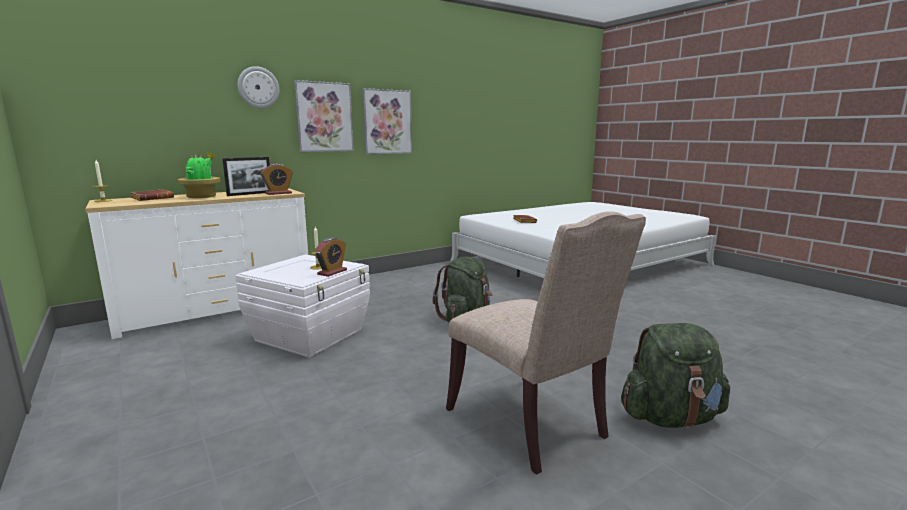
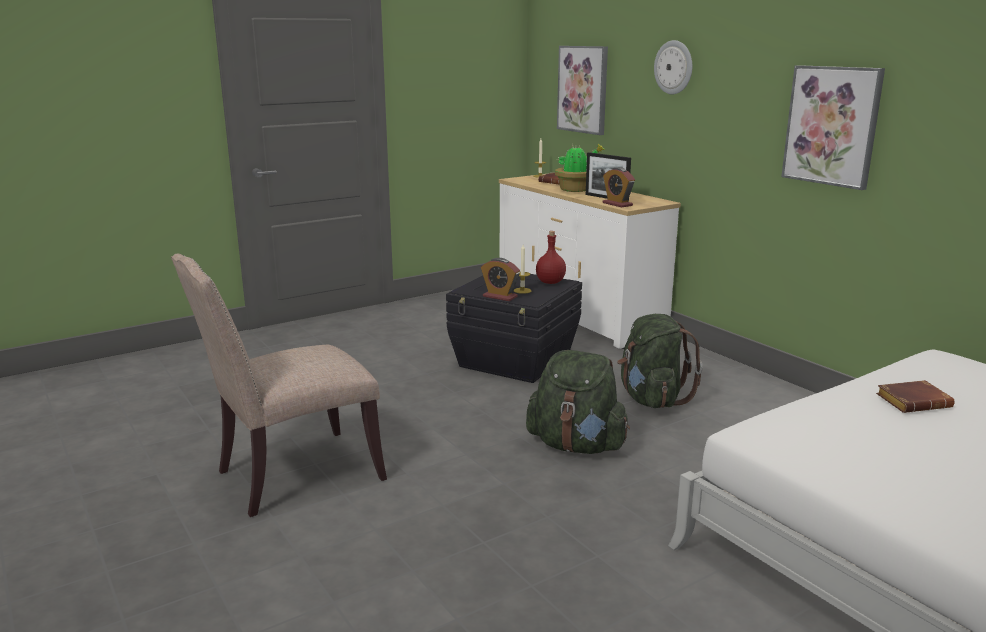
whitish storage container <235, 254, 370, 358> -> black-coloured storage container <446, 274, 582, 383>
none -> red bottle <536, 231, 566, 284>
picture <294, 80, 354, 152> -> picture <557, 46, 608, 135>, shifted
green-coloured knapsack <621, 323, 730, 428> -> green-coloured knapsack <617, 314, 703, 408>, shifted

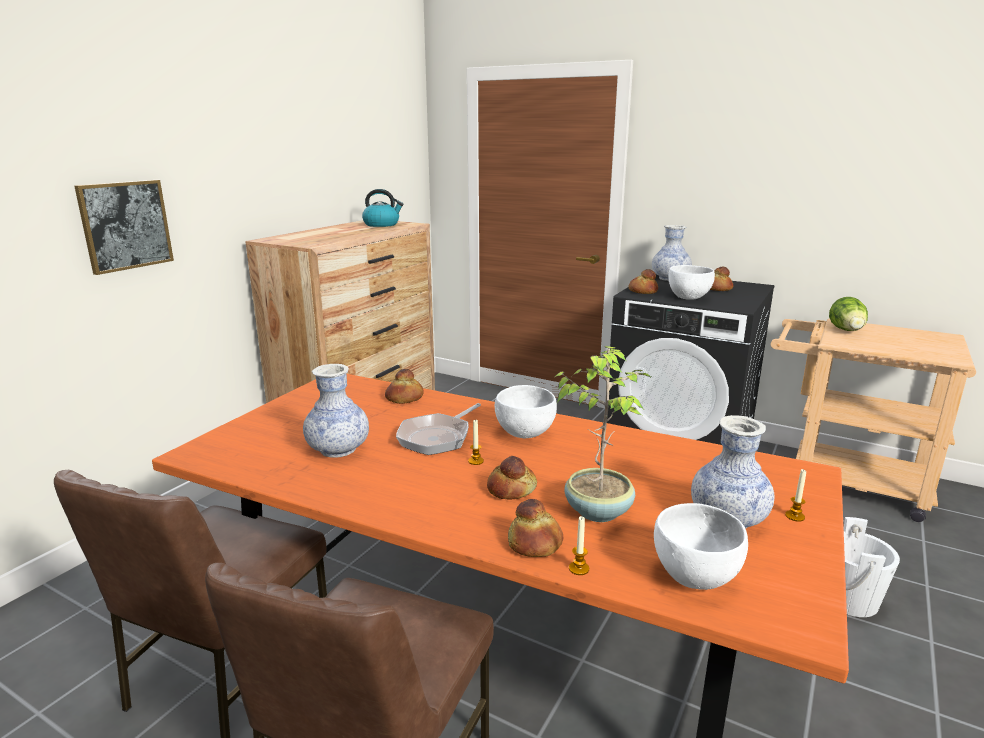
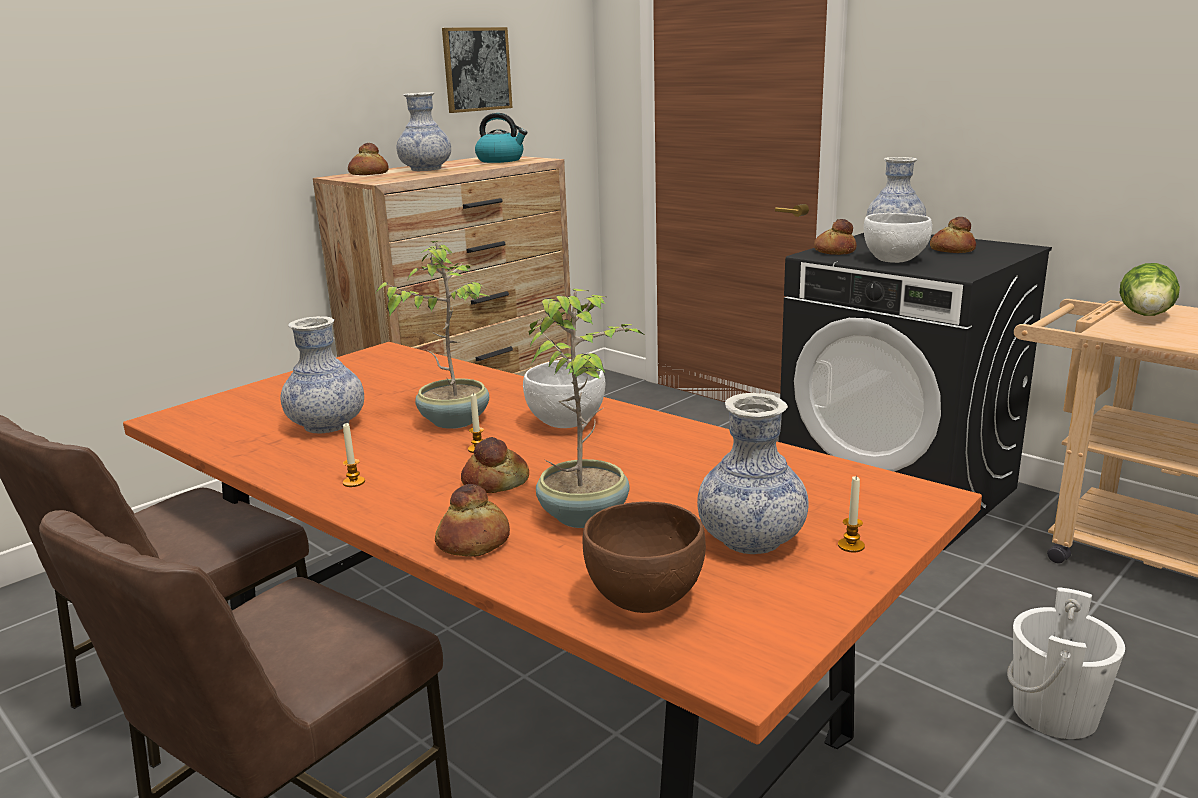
wax light <569, 516, 589, 575> -> wax light <343, 423, 365, 487>, shifted
bakery bread <385, 369, 424, 404> -> bakery bread <348, 143, 389, 175>, shifted
skillet <396, 403, 481, 455> -> houseplant <376, 241, 491, 429>
none -> decorative vase <397, 92, 451, 171>
picture <74, 180, 174, 275> -> picture <442, 27, 513, 113>, shifted
whitish bowl <654, 503, 748, 590> -> brown-coloured bowl <582, 502, 706, 613>

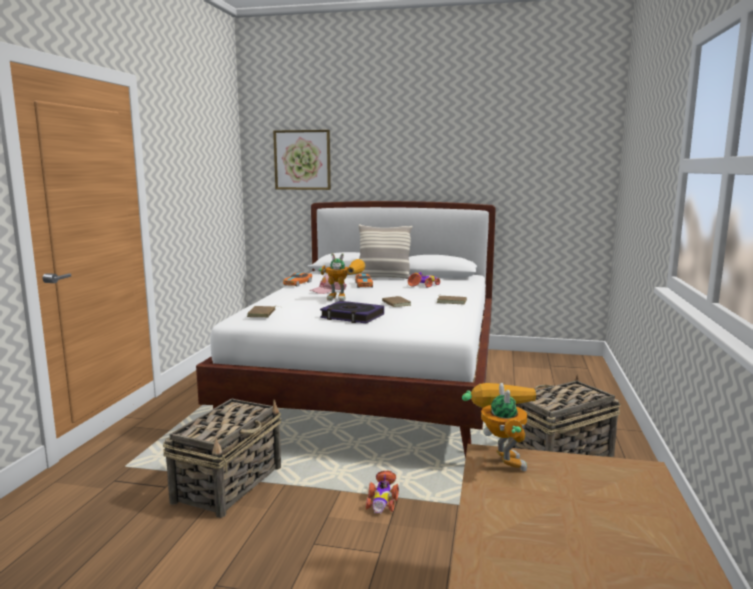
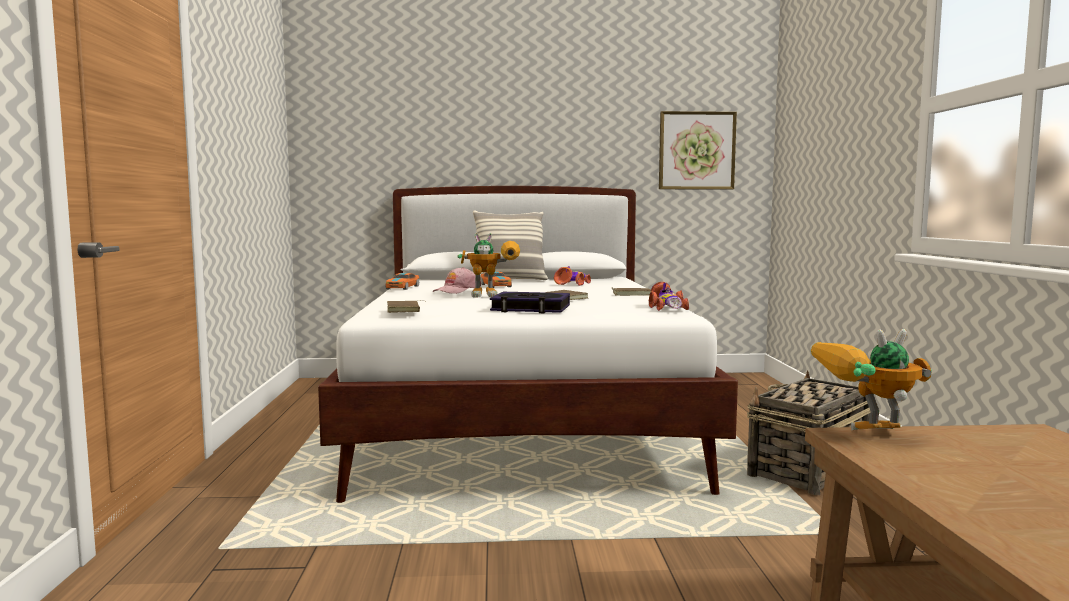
model car <366, 471, 399, 514> -> model car <649, 282, 689, 311>, shifted
picture <273, 130, 331, 190> -> picture <659, 111, 737, 189>, shifted
toy robot <462, 383, 536, 471> -> toy robot <811, 329, 932, 430>, 75 degrees counterclockwise
storage basket <163, 398, 281, 518> -> none

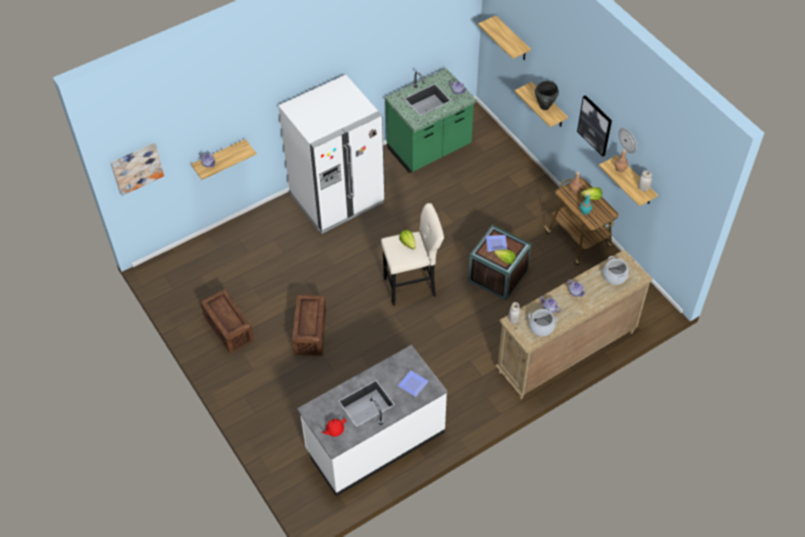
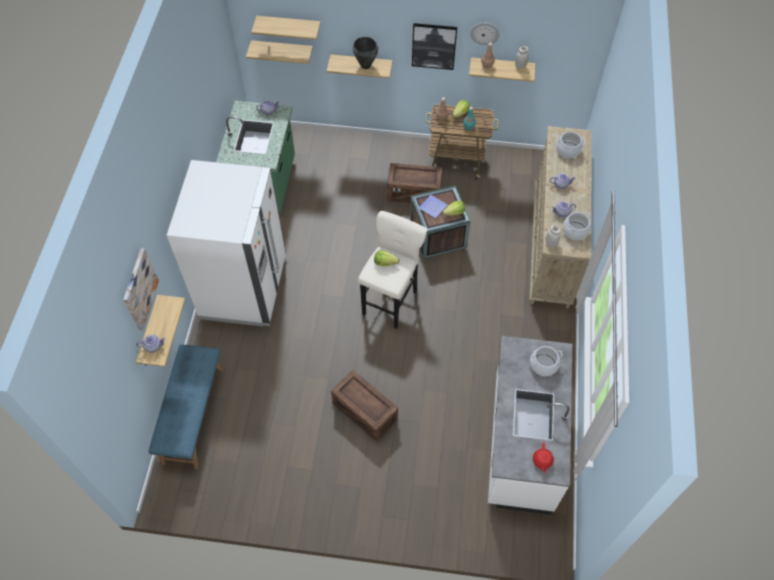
picture <111, 143, 164, 196> -> picture <123, 248, 159, 330>, shifted
none -> blue long seat <148, 344, 224, 469>
none -> shelf <246, 40, 313, 64>
crate <201, 289, 254, 354> -> crate <387, 163, 442, 203>, shifted
dinner plate <398, 370, 429, 397> -> saucepot <530, 346, 563, 376>

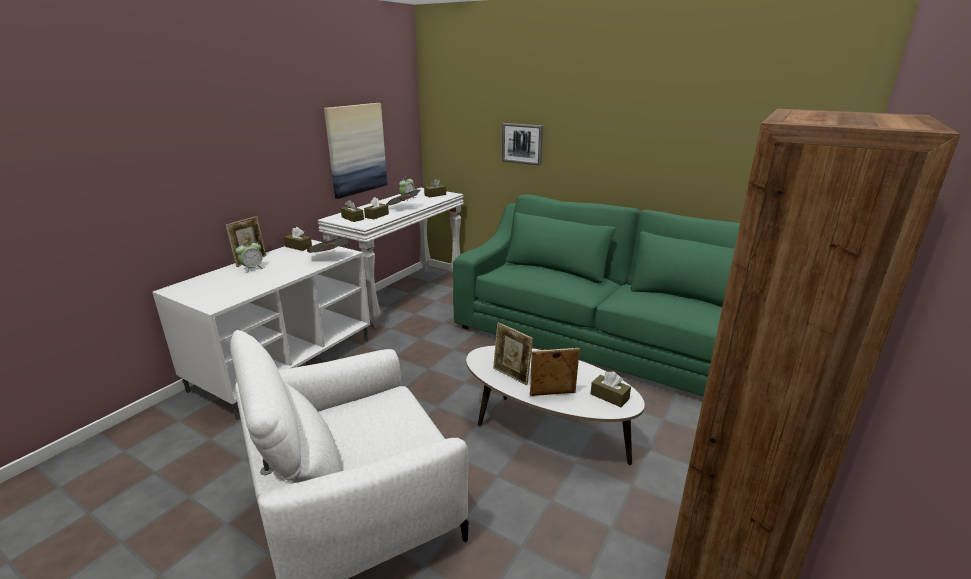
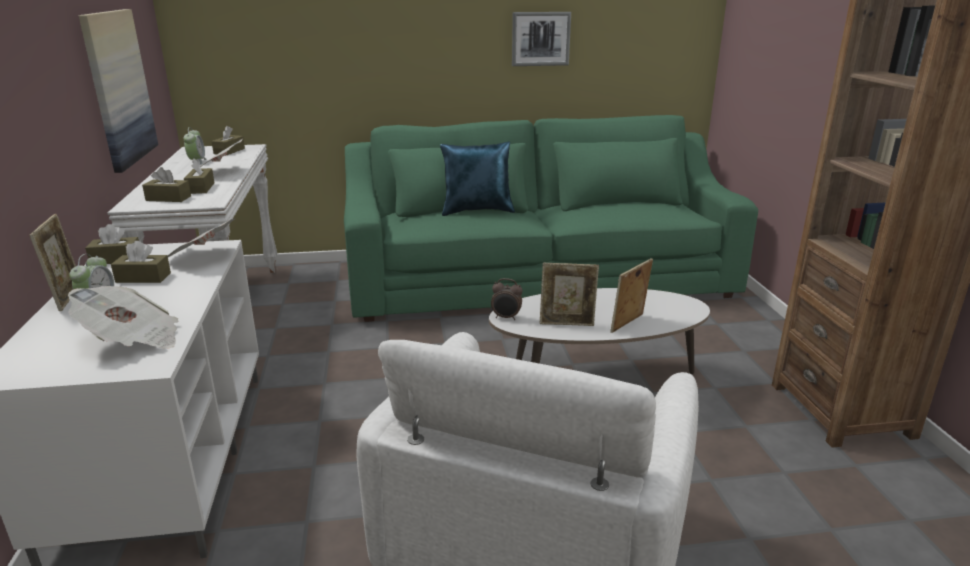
none -> daily paper <68, 286, 179, 349>
brown-coloured tissue holder <591, 371, 631, 407> -> brown-coloured tissue holder <111, 241, 171, 283>, shifted
none -> blue pillow <440, 141, 515, 216>
none -> table clock <491, 278, 523, 320>
picture <502, 123, 543, 166> -> picture <512, 12, 571, 66>, shifted

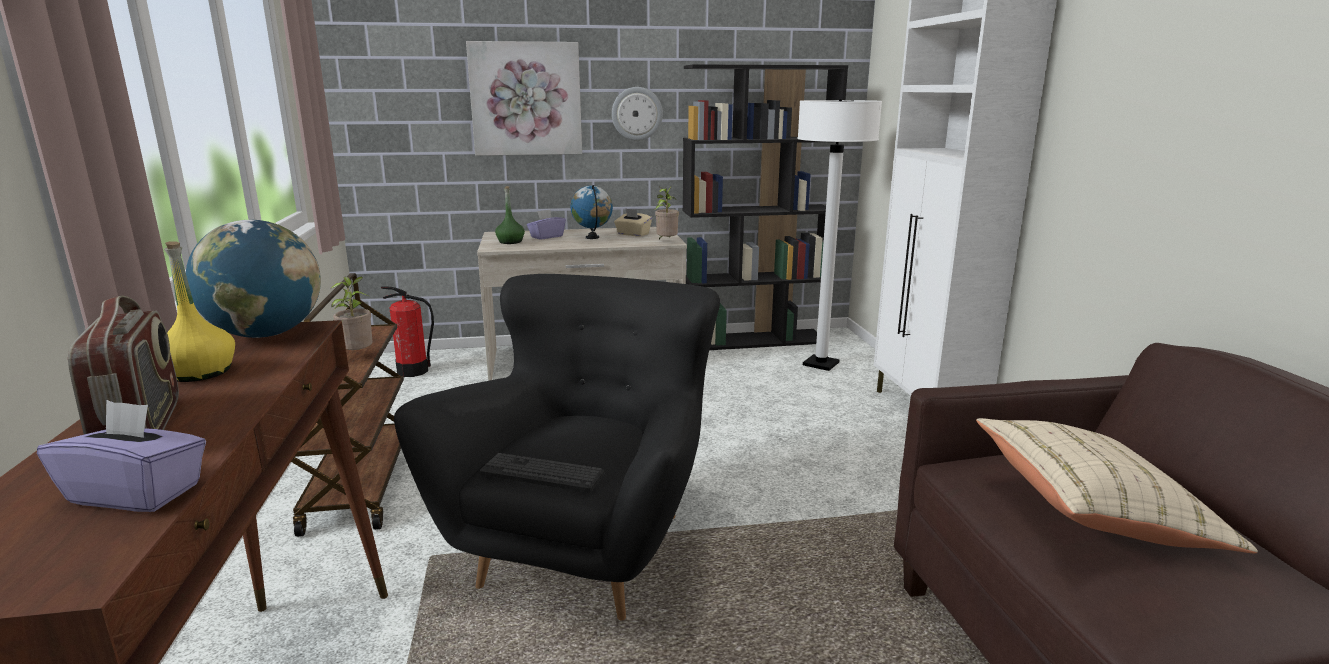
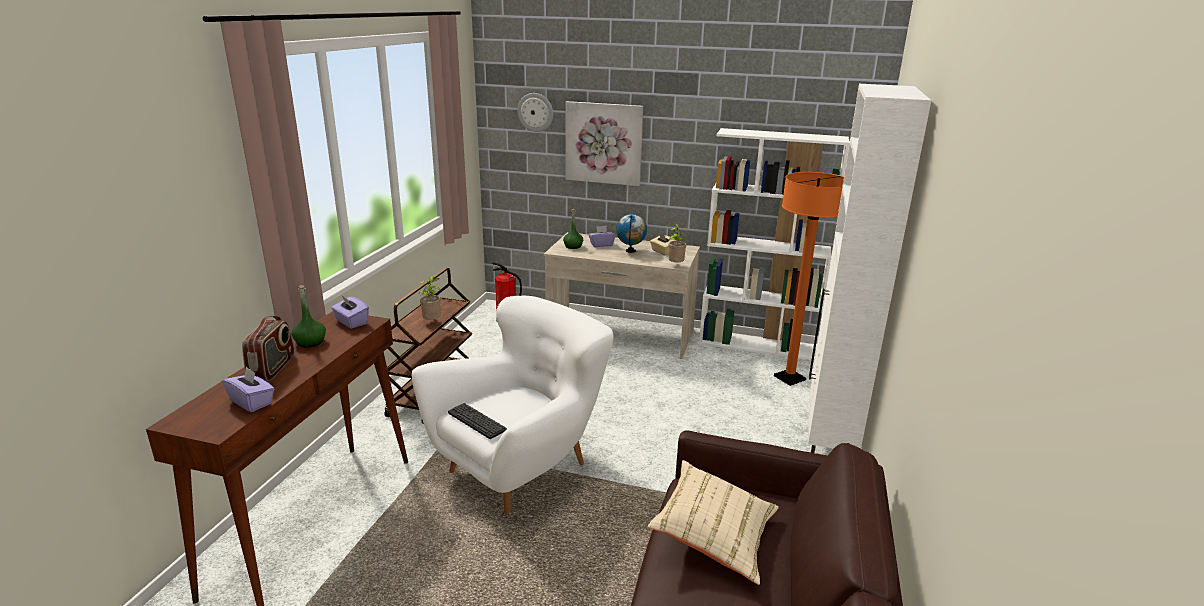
yellow-coloured bottle <164, 241, 235, 382> -> green-coloured bottle <292, 285, 326, 348>
world globe <186, 220, 321, 338> -> purple-coloured tissue holder <331, 296, 369, 329>
black-coloured easy chair <394, 274, 720, 621> -> whitish easy chair <412, 296, 614, 514>
hanging clock <612, 87, 663, 141> -> hanging clock <517, 93, 553, 132>, shifted
black-coloured bookcase <683, 64, 848, 350> -> whitish bookcase <699, 128, 850, 361>
whitish standing lamp <797, 99, 882, 371> -> orange-coloured standing lamp <774, 172, 844, 386>

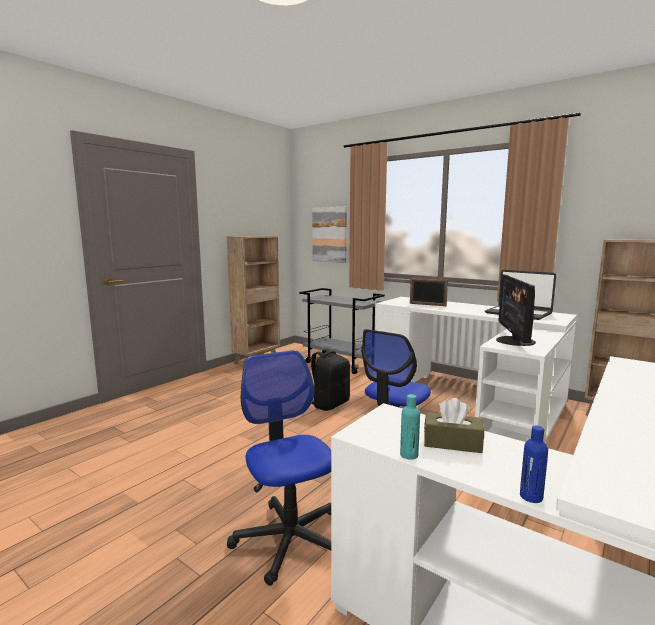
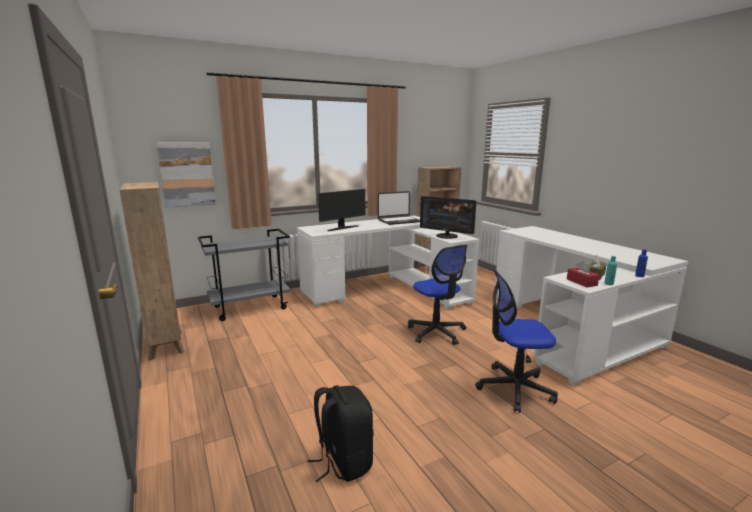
black-coloured knapsack <311, 349, 350, 411> -> black-coloured knapsack <308, 385, 373, 482>, shifted
standing frame <410, 278, 448, 306> -> computer display <318, 189, 365, 231>
none -> red tissue holder <567, 261, 599, 287>

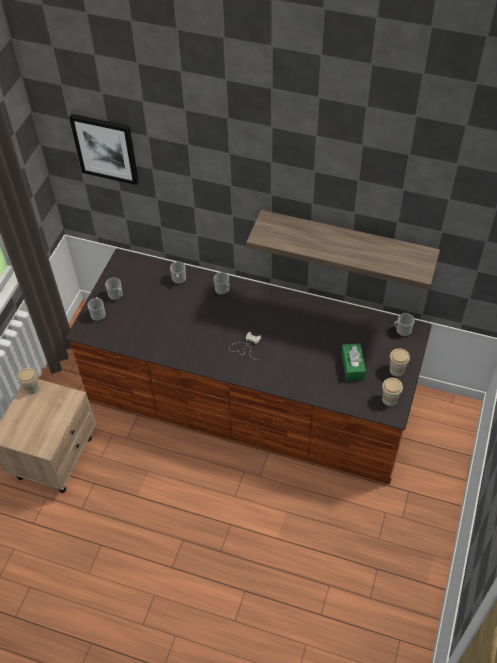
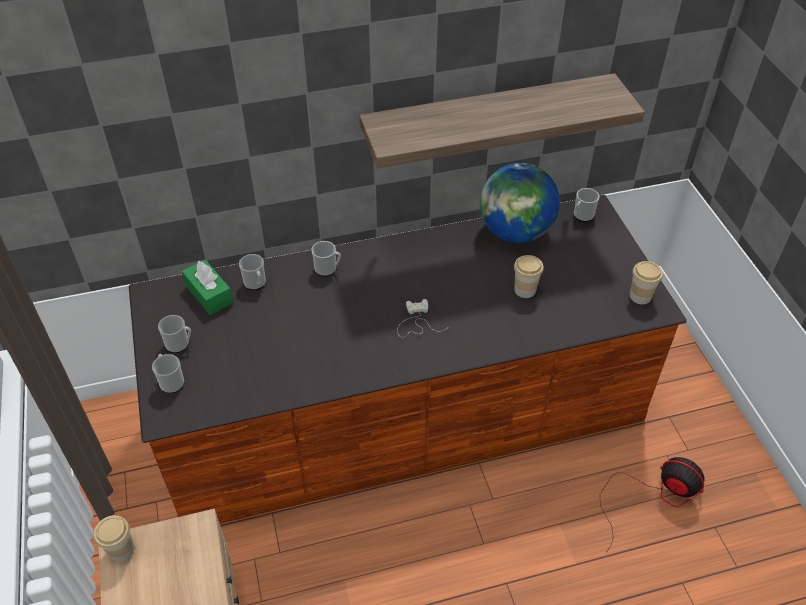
green-coloured tissue holder <342, 343, 366, 381> -> green-coloured tissue holder <182, 260, 233, 315>, shifted
none -> world globe <480, 163, 560, 243>
small cup <390, 348, 410, 377> -> small cup <514, 255, 544, 298>, shifted
none -> electric fan <600, 457, 705, 553>
picture <69, 114, 139, 185> -> none

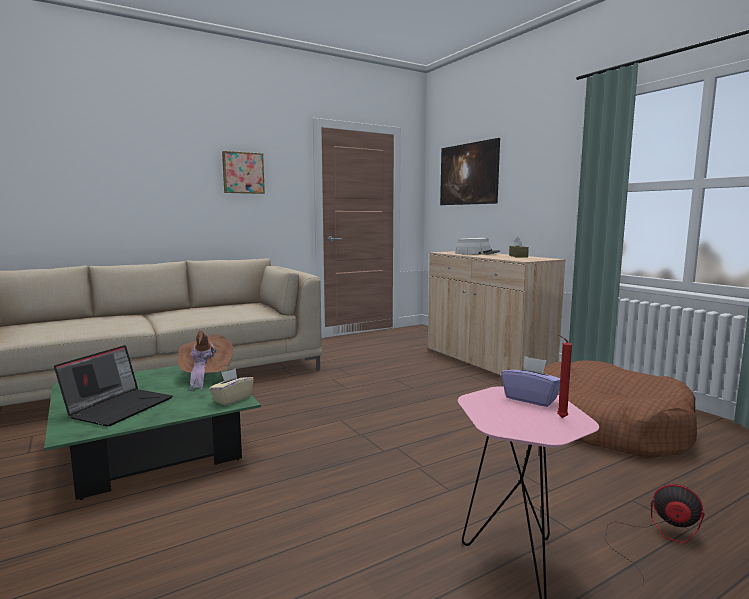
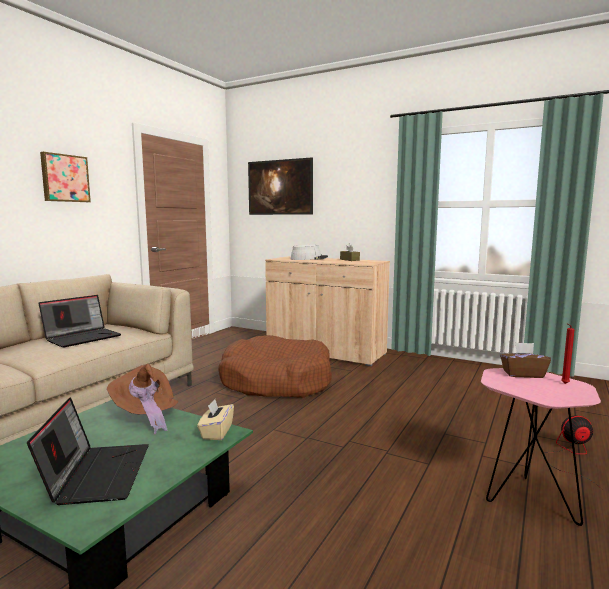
none -> portable computer <38, 295, 121, 348>
brown-coloured dog cushion <543, 360, 697, 458> -> brown-coloured dog cushion <218, 335, 332, 398>, shifted
purple-coloured tissue holder <501, 356, 560, 407> -> brown-coloured tissue holder <500, 342, 551, 378>

